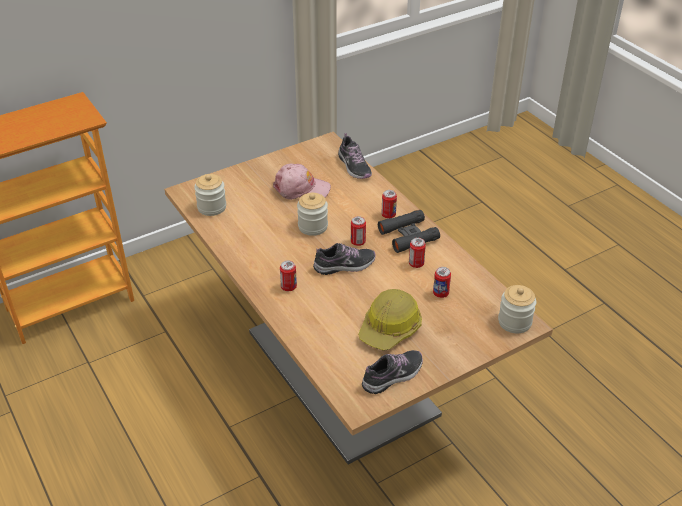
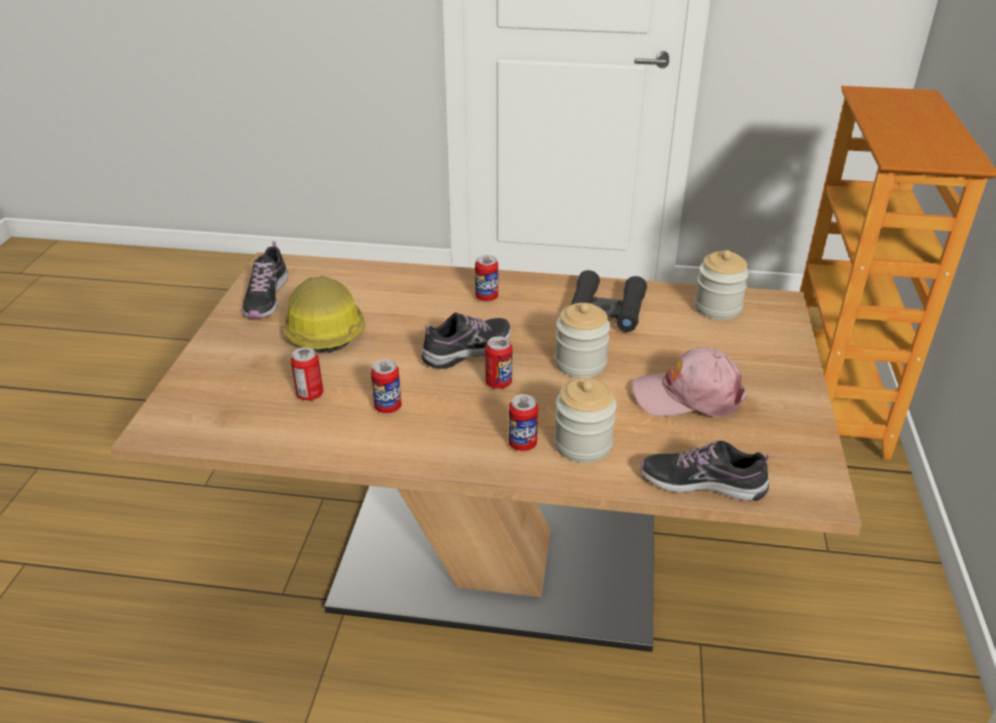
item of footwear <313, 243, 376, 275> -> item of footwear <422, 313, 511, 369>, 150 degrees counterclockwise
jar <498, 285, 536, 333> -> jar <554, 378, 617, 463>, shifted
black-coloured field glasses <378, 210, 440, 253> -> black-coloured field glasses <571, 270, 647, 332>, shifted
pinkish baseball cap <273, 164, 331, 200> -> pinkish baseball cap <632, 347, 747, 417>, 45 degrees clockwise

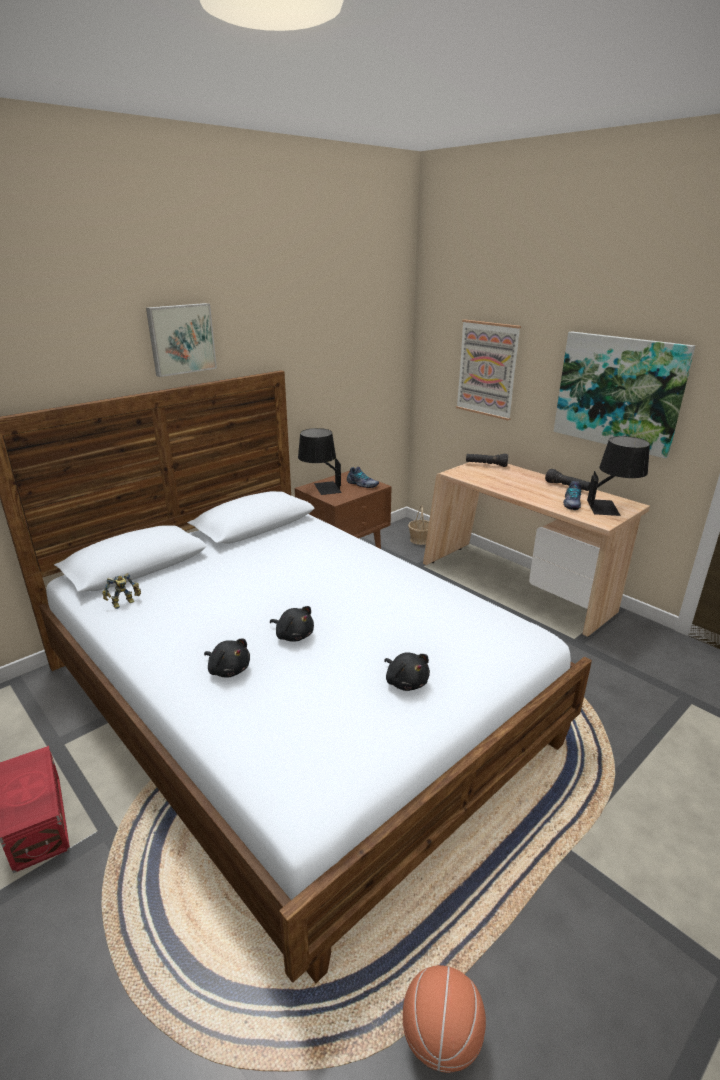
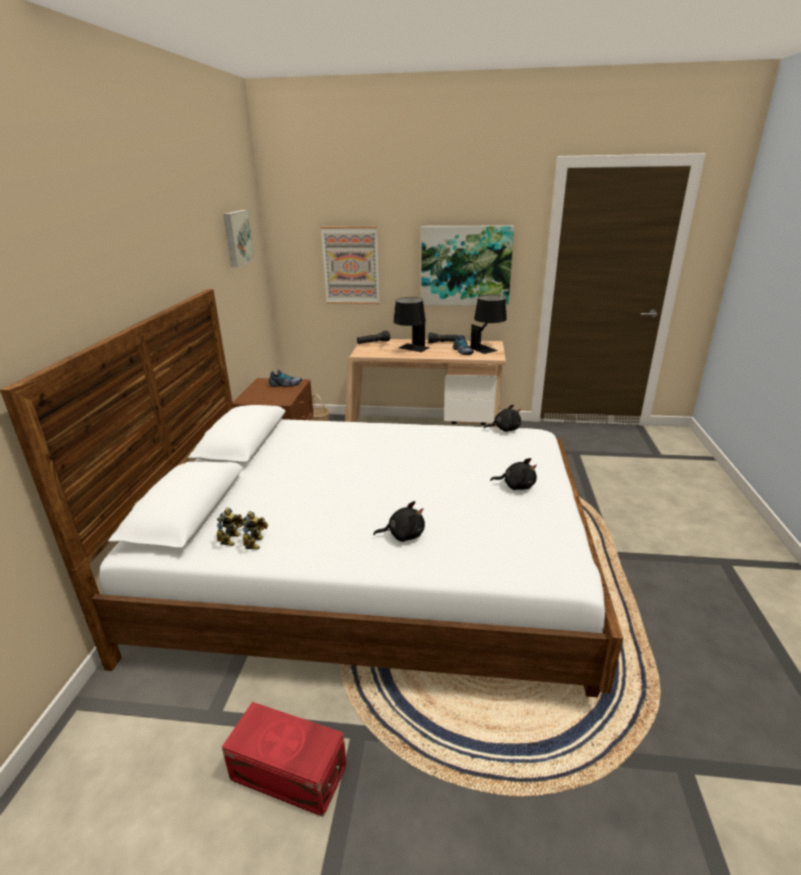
picture <146, 303, 217, 377> -> picture <223, 210, 255, 267>, shifted
none -> toy robot <242, 511, 268, 550>
black-coloured lamp for a table <298, 428, 342, 495> -> black-coloured lamp for a table <393, 297, 430, 352>, shifted
black-coloured soft toy <270, 606, 314, 642> -> black-coloured soft toy <484, 405, 521, 432>, shifted
basketball <403, 965, 486, 1073> -> none

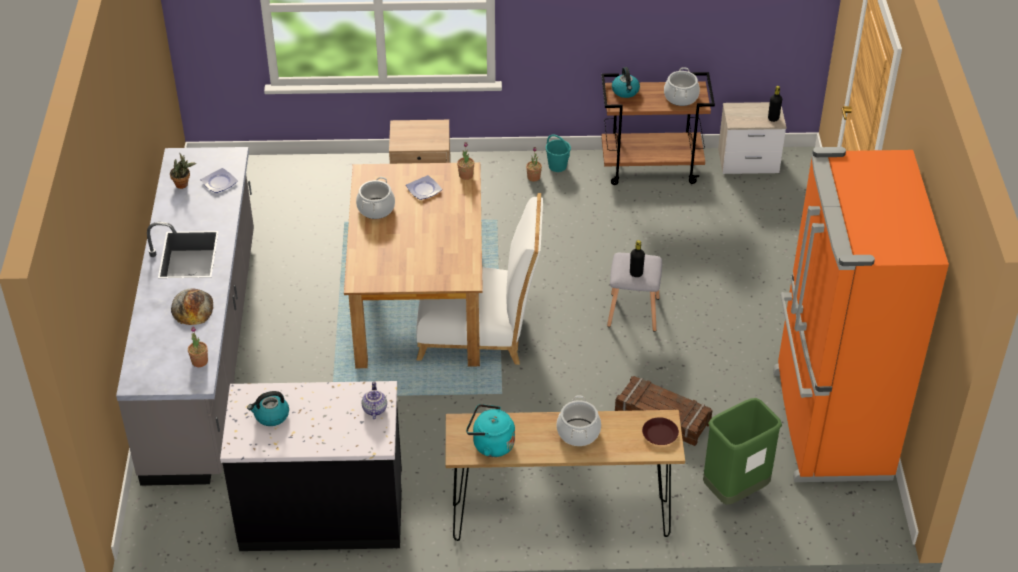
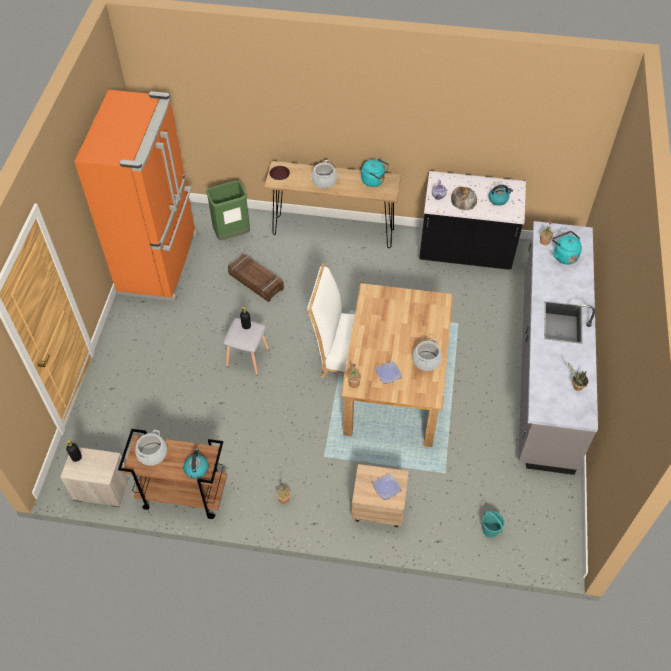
dinner plate <201, 168, 238, 193> -> dinner plate <372, 473, 402, 500>, shifted
bakery bread <171, 288, 213, 325> -> bakery bread <451, 187, 477, 210>, shifted
turquoise pail <546, 134, 571, 172> -> turquoise pail <482, 511, 505, 538>, shifted
none -> turquoise water kettle <552, 231, 582, 264>

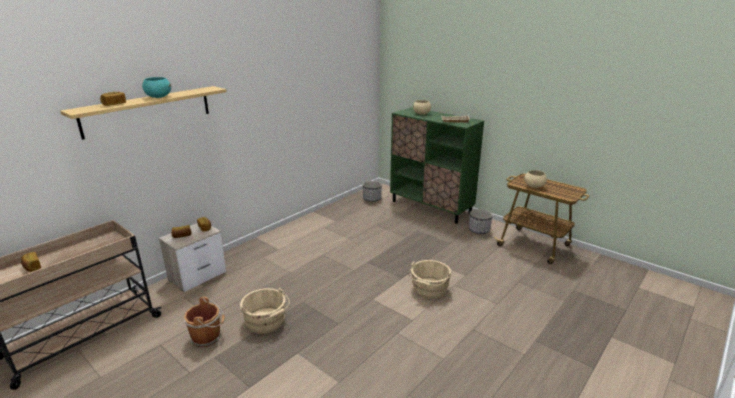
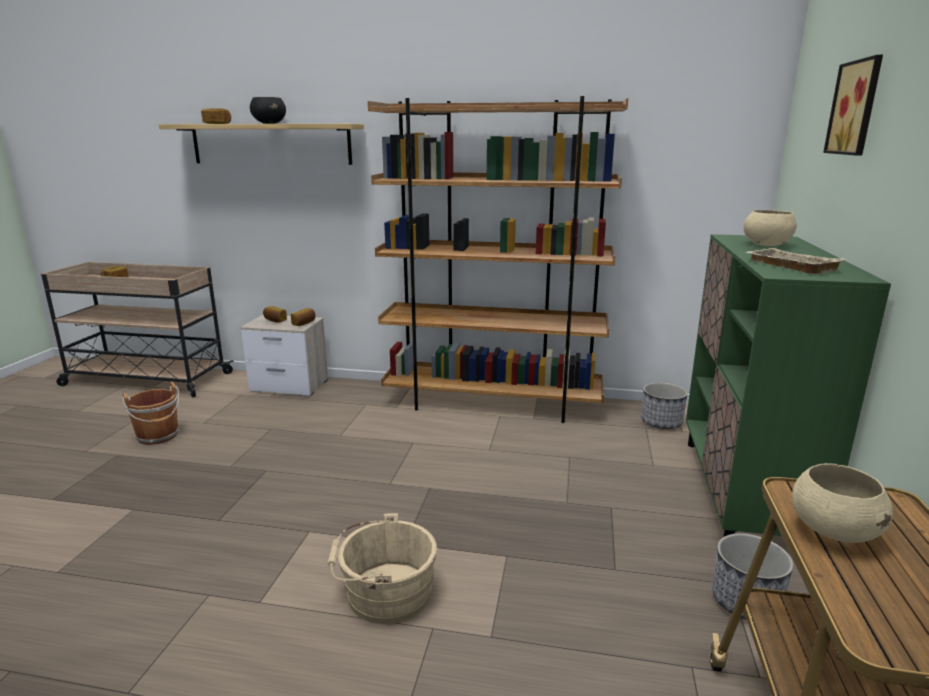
turquoise bowl <142, 77, 171, 98> -> black-coloured bowl <250, 97, 286, 124>
none -> brown-coloured bookcase <368, 96, 628, 423>
none -> picture <823, 55, 883, 156>
beige-coloured pail <240, 288, 290, 334> -> none

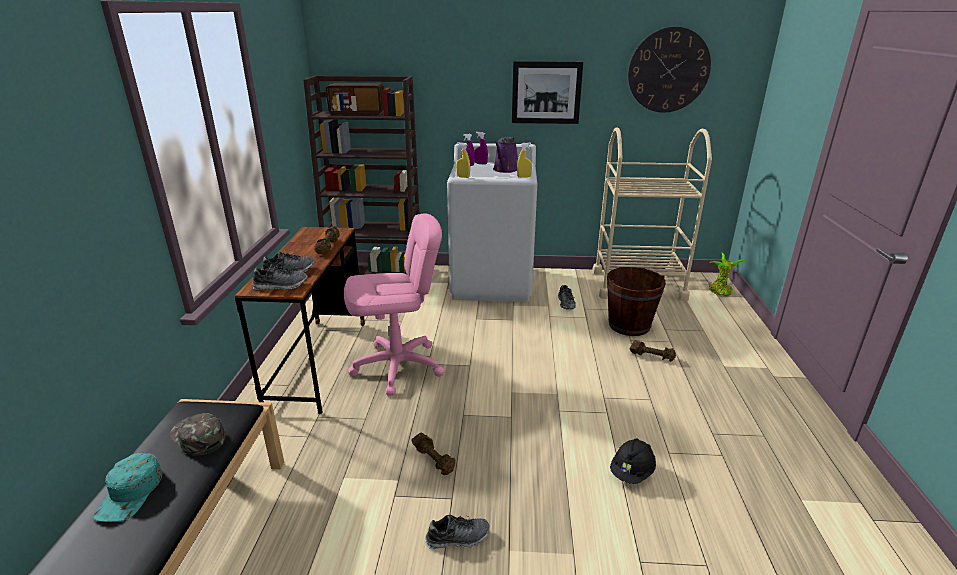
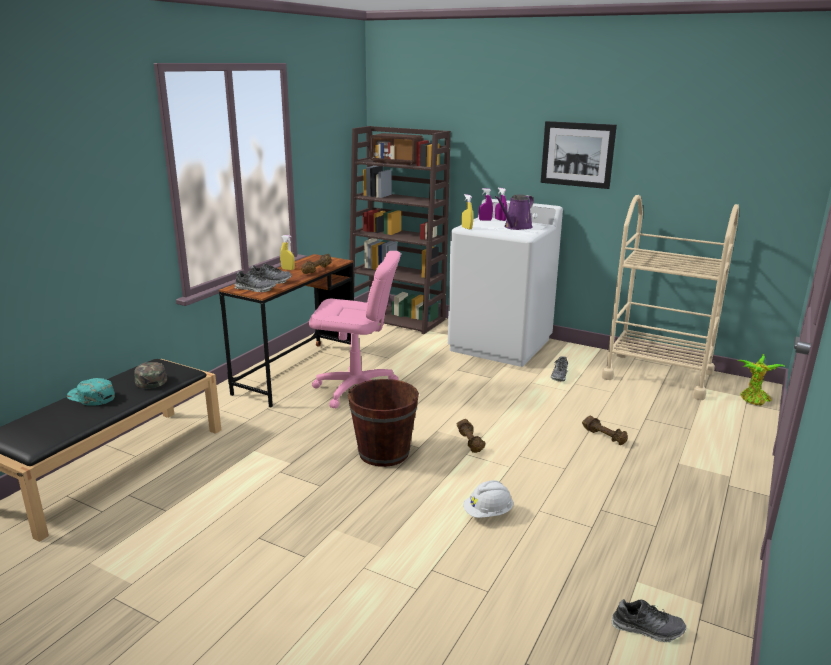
turquoise baseball cap <94, 453, 162, 522> -> turquoise baseball cap <67, 378, 115, 406>, 90 degrees clockwise
yellow-coloured sprayer <517, 143, 532, 178> -> yellow-coloured sprayer <280, 235, 295, 270>, shifted
brown-coloured pail <607, 267, 666, 336> -> brown-coloured pail <348, 379, 419, 467>, shifted
brown-coloured dumbbell <411, 433, 455, 475> -> brown-coloured dumbbell <457, 419, 485, 453>, shifted
black-coloured work helmet <610, 439, 656, 484> -> whitish work helmet <463, 480, 513, 518>
item of footwear <426, 515, 490, 549> -> item of footwear <612, 599, 686, 642>, shifted
hanging clock <628, 27, 711, 113> -> none

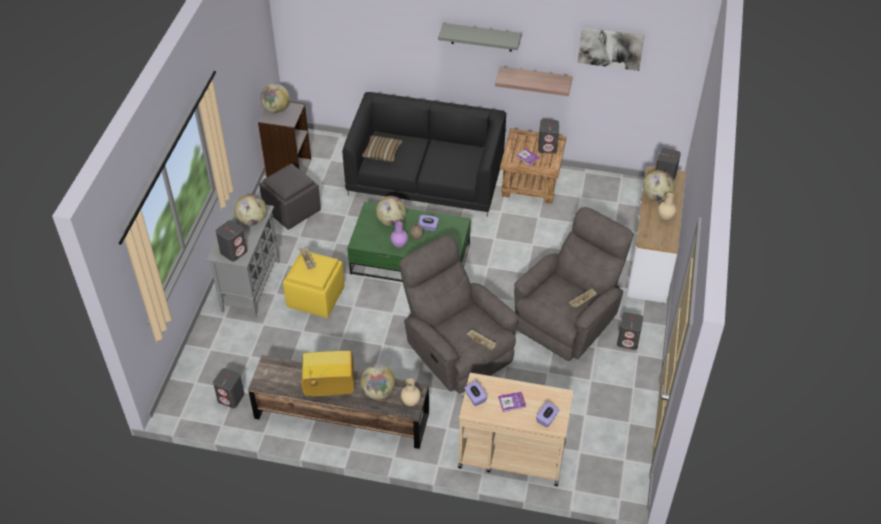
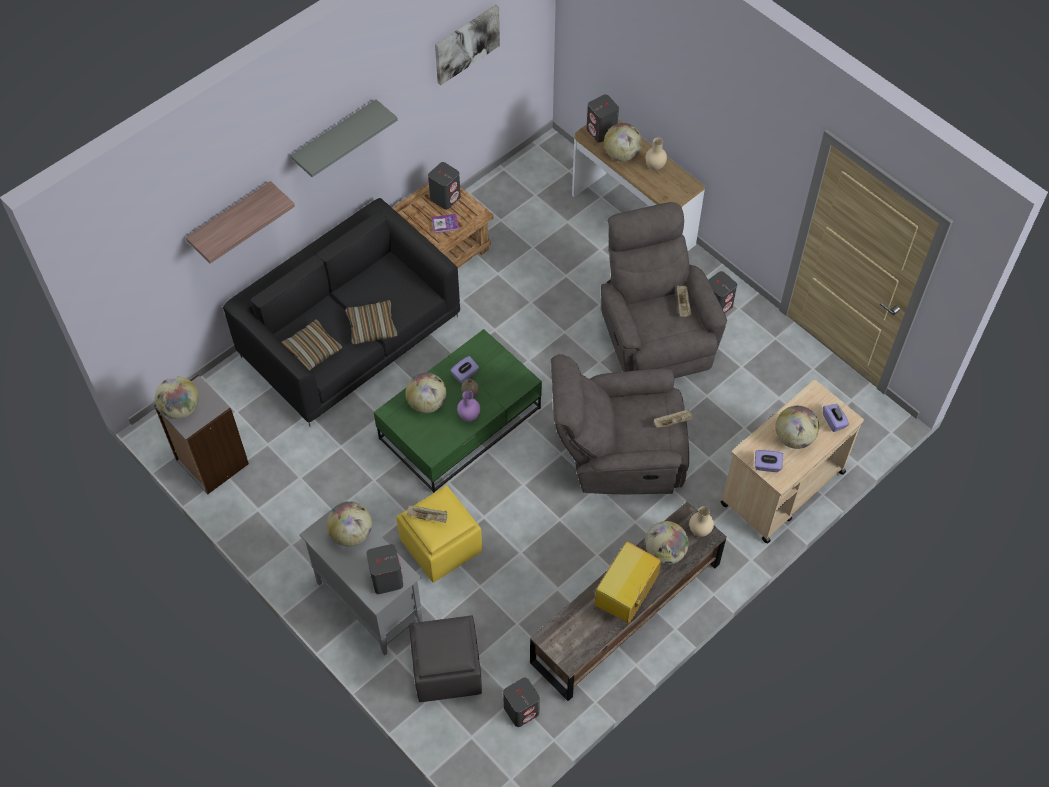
shelf <495, 66, 573, 96> -> shelf <186, 181, 295, 264>, shifted
none -> pillow <345, 300, 398, 345>
grey pouffe <259, 163, 321, 230> -> grey pouffe <409, 615, 482, 702>, shifted
bound book <498, 392, 526, 412> -> world globe <775, 406, 819, 449>

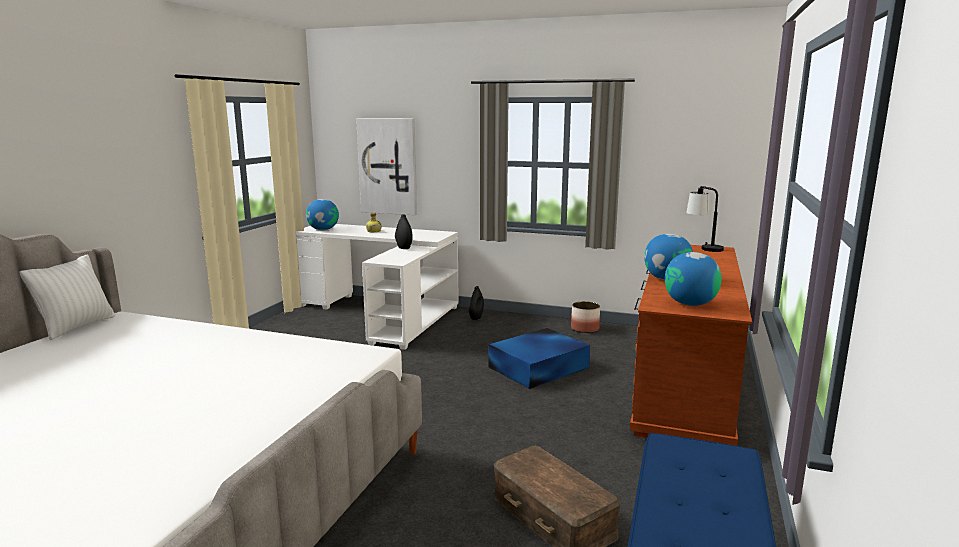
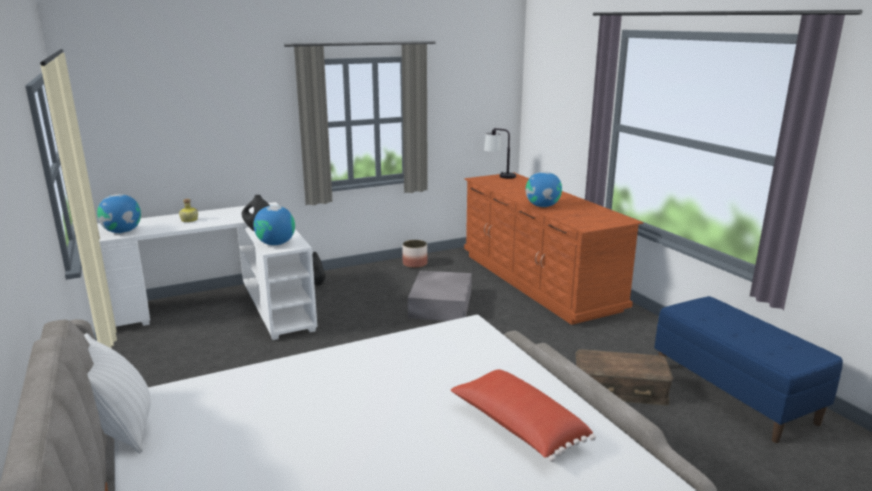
world globe <665, 252, 722, 306> -> world globe <254, 205, 295, 245>, shifted
blue storage container <488, 328, 590, 389> -> grey storage container <408, 271, 472, 321>
none -> red pillow <451, 369, 596, 462>
picture <356, 118, 417, 215> -> none

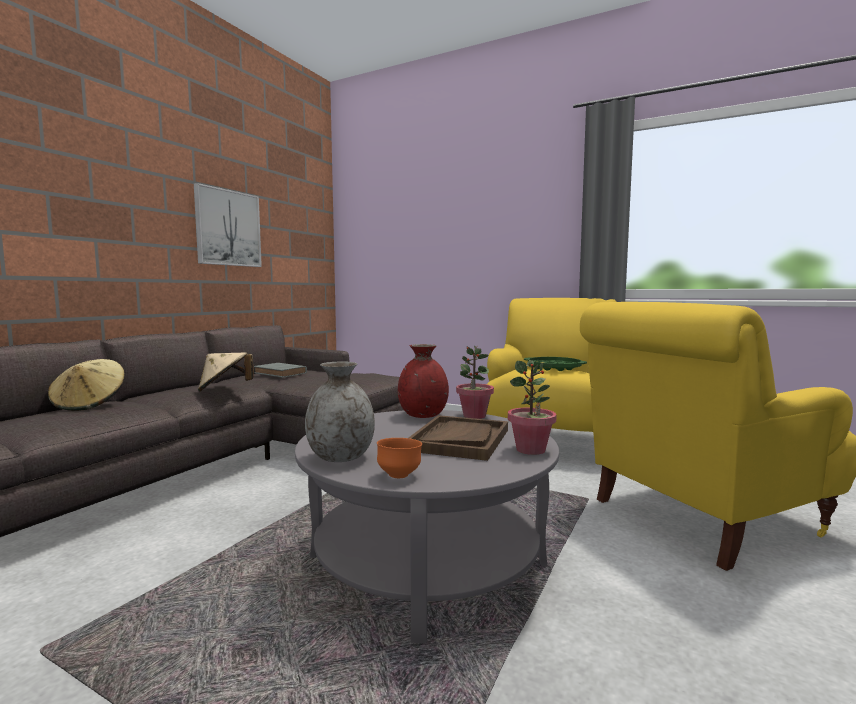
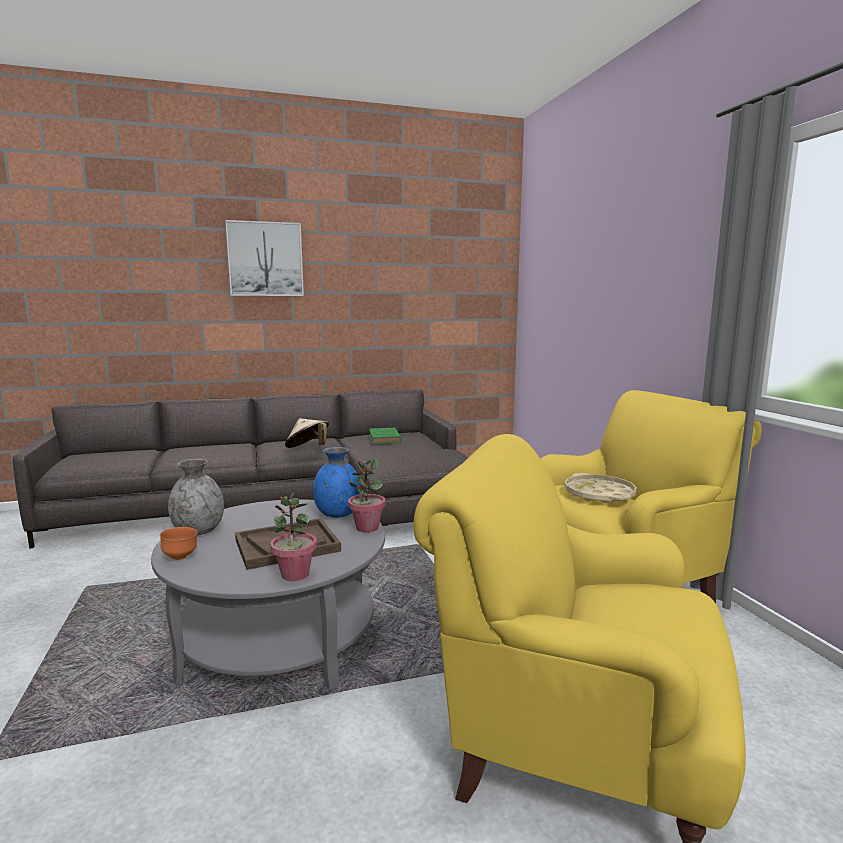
picture <194, 183, 262, 267> -> picture <225, 220, 304, 296>, shifted
red decorative vase <398, 344, 449, 418> -> blue decorative vase <313, 447, 361, 518>
grey bound book <254, 363, 307, 378> -> green-coloured bound book <369, 427, 402, 444>
green-coloured carrying tray <524, 357, 587, 371> -> beige-coloured carrying tray <564, 473, 636, 503>
beige-coloured wearable hat <48, 359, 125, 411> -> none

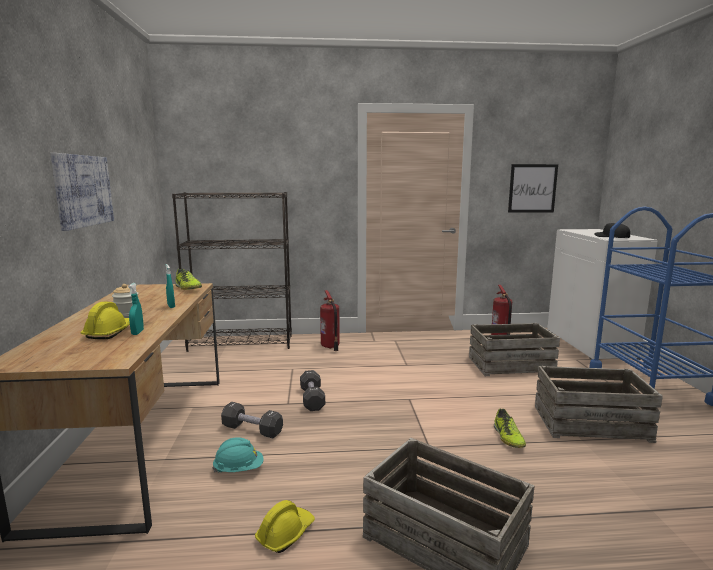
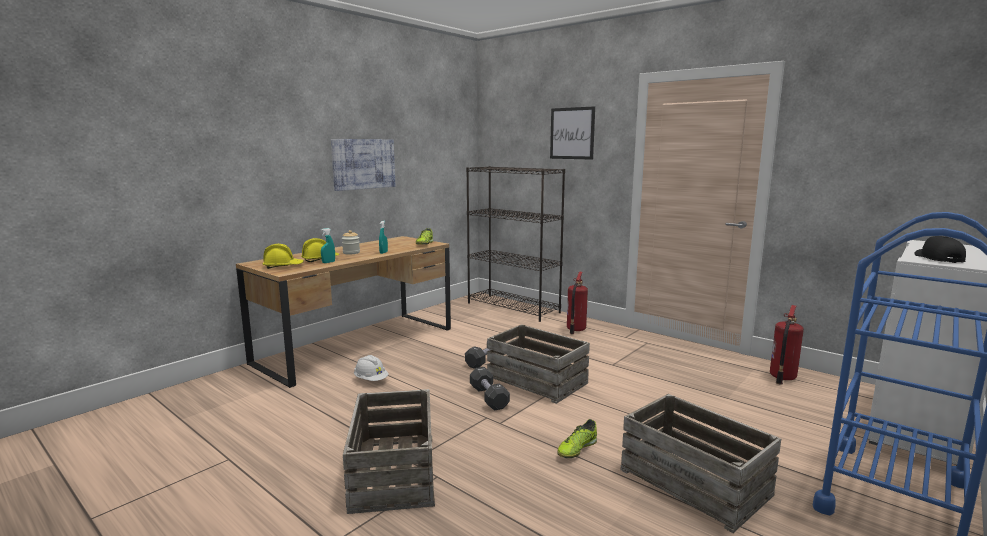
yellow-coloured work helmet <255, 500, 315, 553> -> yellow-coloured work helmet <263, 244, 304, 269>, shifted
turquoise work helmet <212, 437, 264, 473> -> whitish work helmet <354, 355, 389, 381>
black-coloured dumbbell <221, 402, 283, 439> -> black-coloured dumbbell <470, 367, 510, 411>, shifted
crate <469, 323, 560, 376> -> crate <487, 324, 590, 404>, shifted
picture <508, 164, 558, 213> -> picture <550, 106, 595, 160>, shifted

